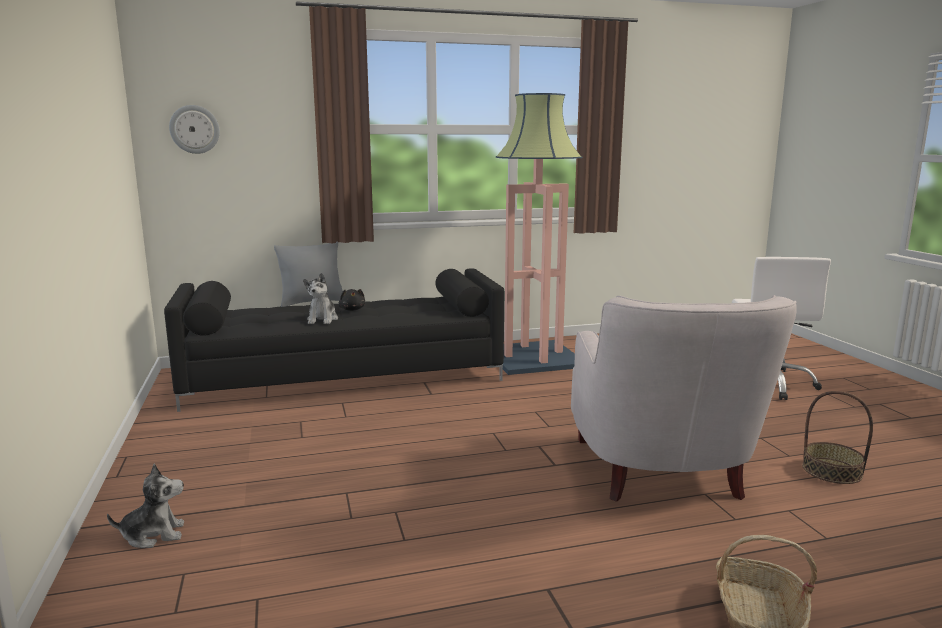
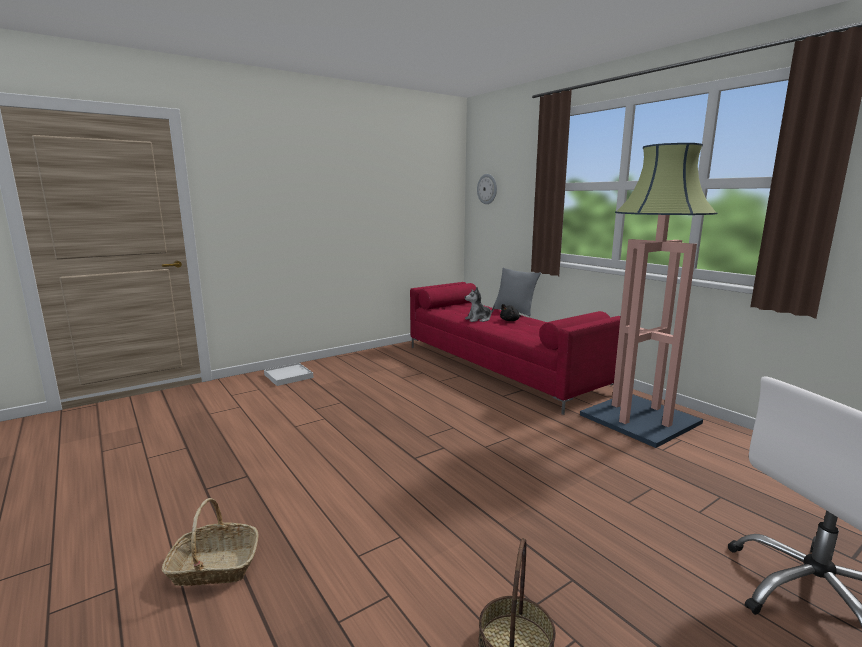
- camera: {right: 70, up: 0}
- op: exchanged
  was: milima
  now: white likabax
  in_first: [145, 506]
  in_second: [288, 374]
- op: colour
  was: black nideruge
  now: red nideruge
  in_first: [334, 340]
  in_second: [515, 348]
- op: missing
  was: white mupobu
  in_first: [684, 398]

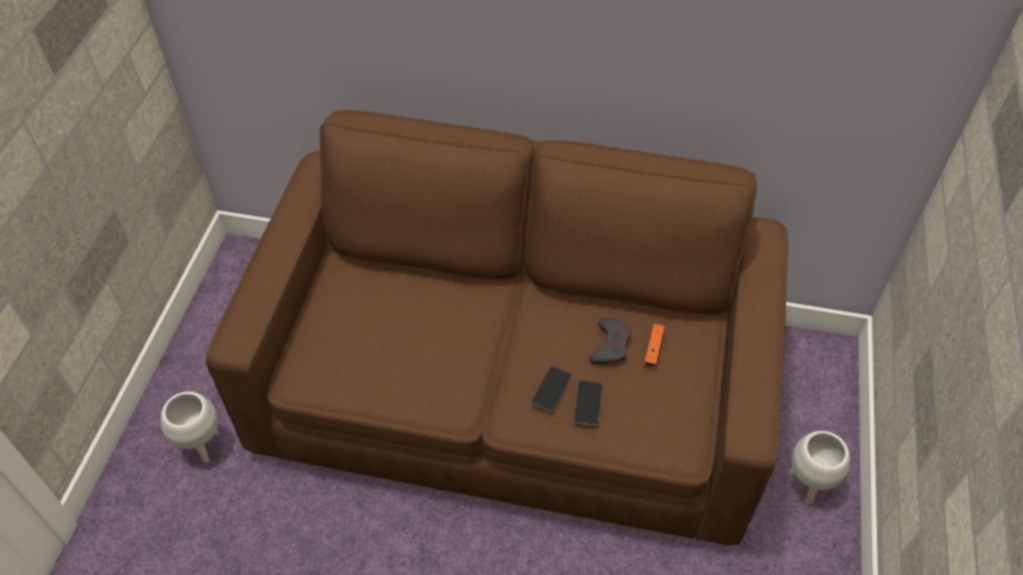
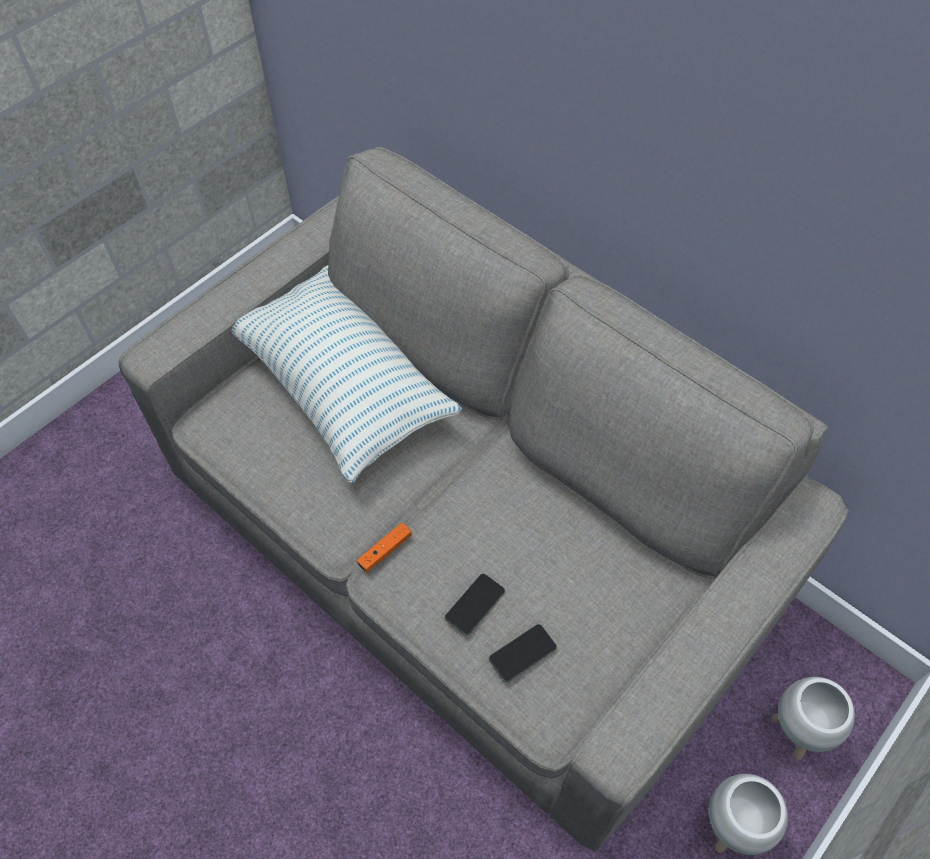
- camera: {right: 30, up: 5}
- op: relocated
  was: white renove
  in_first: [190, 427]
  in_second: [813, 718]
- op: colour
  was: brown nideruge
  now: grey nideruge
  in_first: [497, 327]
  in_second: [483, 499]
- op: relocated
  was: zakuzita
  in_first: [551, 389]
  in_second: [523, 653]
- op: missing
  was: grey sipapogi
  in_first: [610, 341]
- op: relocated
  was: orange sipapogi
  in_first: [654, 345]
  in_second: [384, 547]
- op: appeared
  now: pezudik
  in_second: [347, 374]

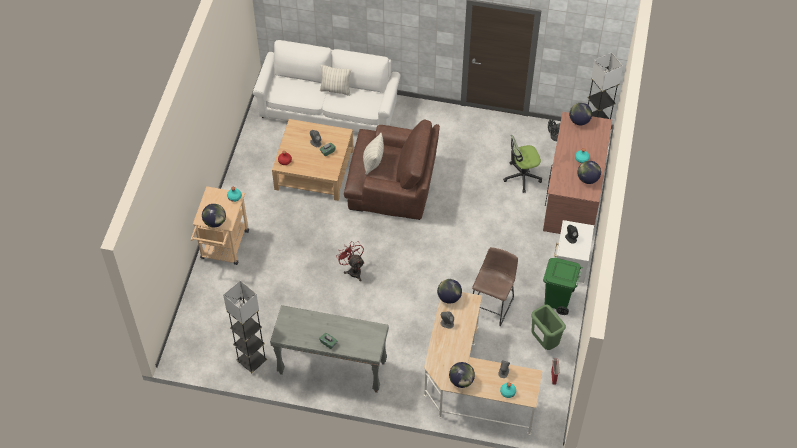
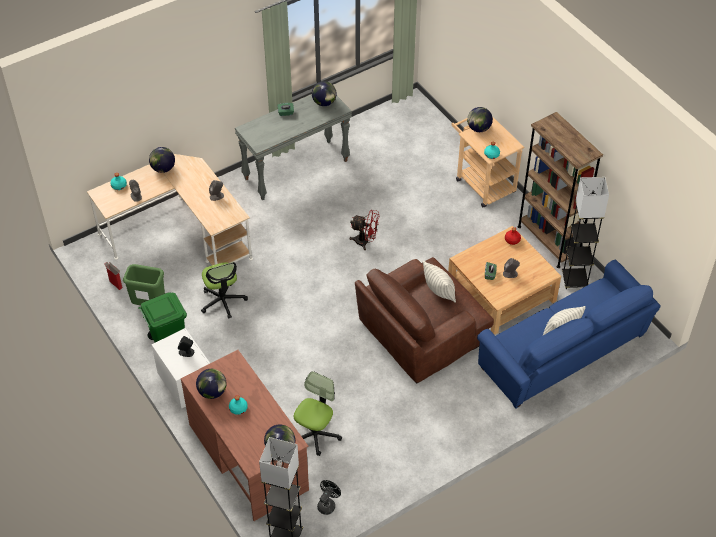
- camera: {right: 135, up: -5}
- op: relocated
  was: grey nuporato
  in_first: [245, 327]
  in_second: [585, 233]
- op: colour
  was: white nideruge
  now: blue nideruge
  in_first: [326, 86]
  in_second: [569, 334]
- op: relocated
  was: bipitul
  in_first: [449, 291]
  in_second: [324, 93]
- op: exchanged
  was: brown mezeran
  now: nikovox
  in_first: [495, 287]
  in_second: [224, 290]
- op: appeared
  now: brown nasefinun
  in_second: [560, 190]

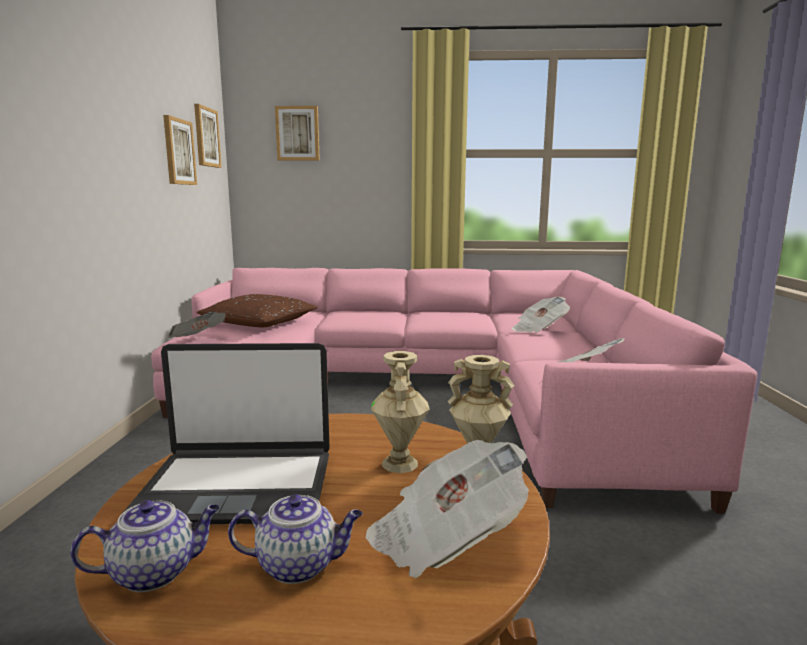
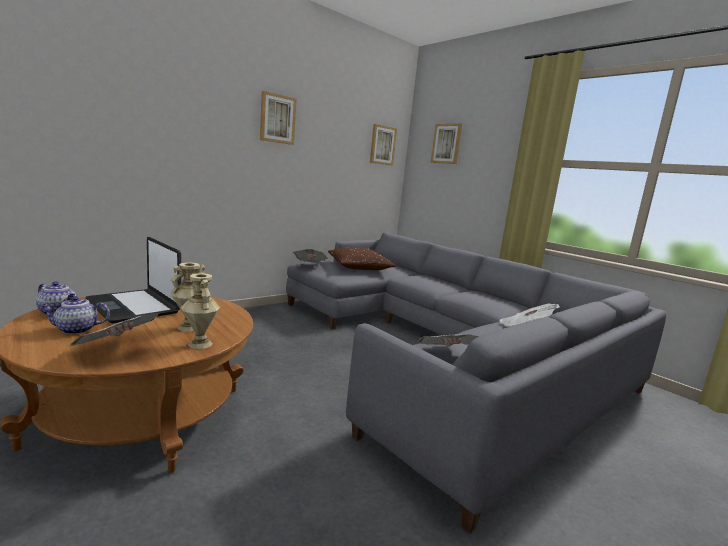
- camera: {right: 45, up: 0}
- op: colour
  was: pink nideruge
  now: grey nideruge
  in_first: [454, 391]
  in_second: [476, 383]
- op: relocated
  was: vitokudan
  in_first: [180, 150]
  in_second: [278, 118]
- op: spun
  was: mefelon
  in_first: [295, 539]
  in_second: [75, 315]
  clockwise: 120

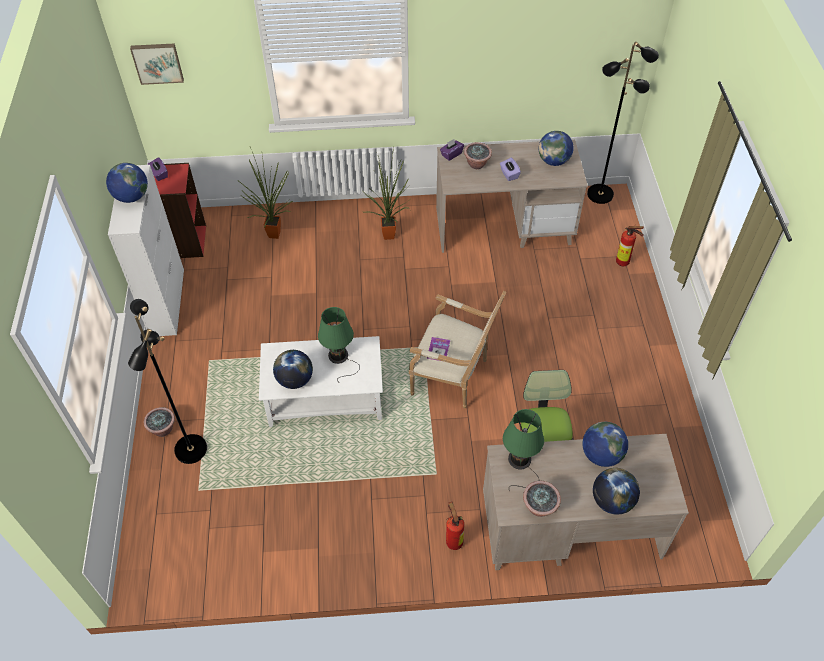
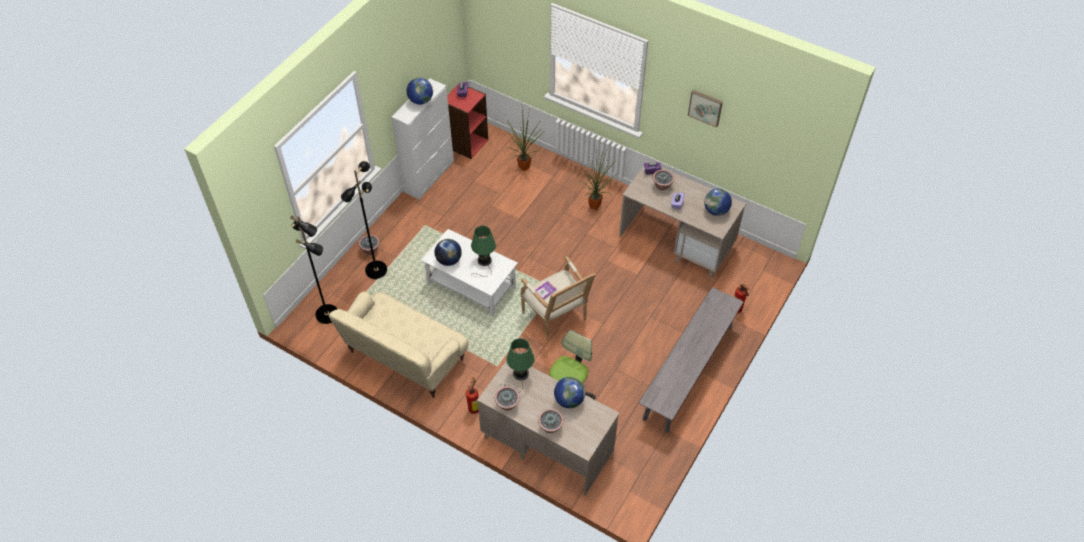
- camera: {right: 35, up: 0}
- op: relocated
  was: vitokudan
  in_first: [157, 64]
  in_second: [705, 109]
- op: relocated
  was: black nuporato
  in_first: [623, 123]
  in_second: [313, 270]
- op: exchanged
  was: bipitul
  now: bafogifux
  in_first: [616, 491]
  in_second: [551, 421]
- op: appeared
  now: beige nideruge
  in_second: [399, 344]
- op: appeared
  now: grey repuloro
  in_second: [691, 360]

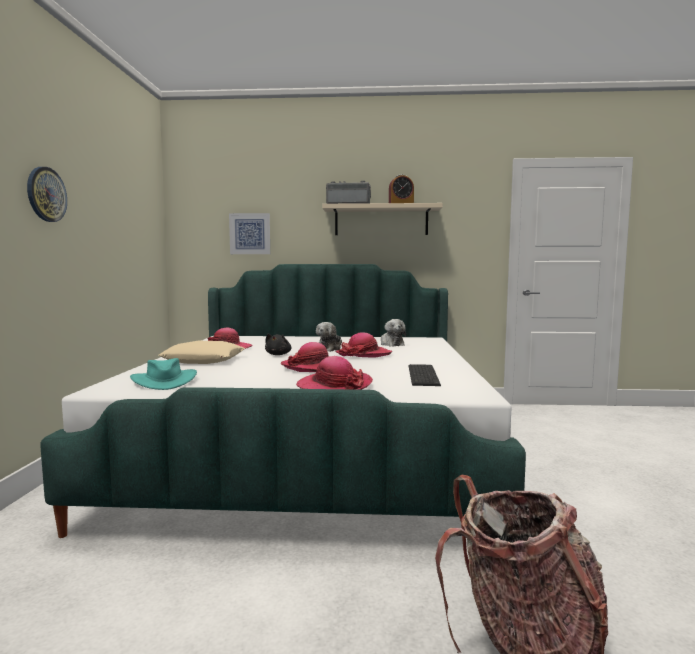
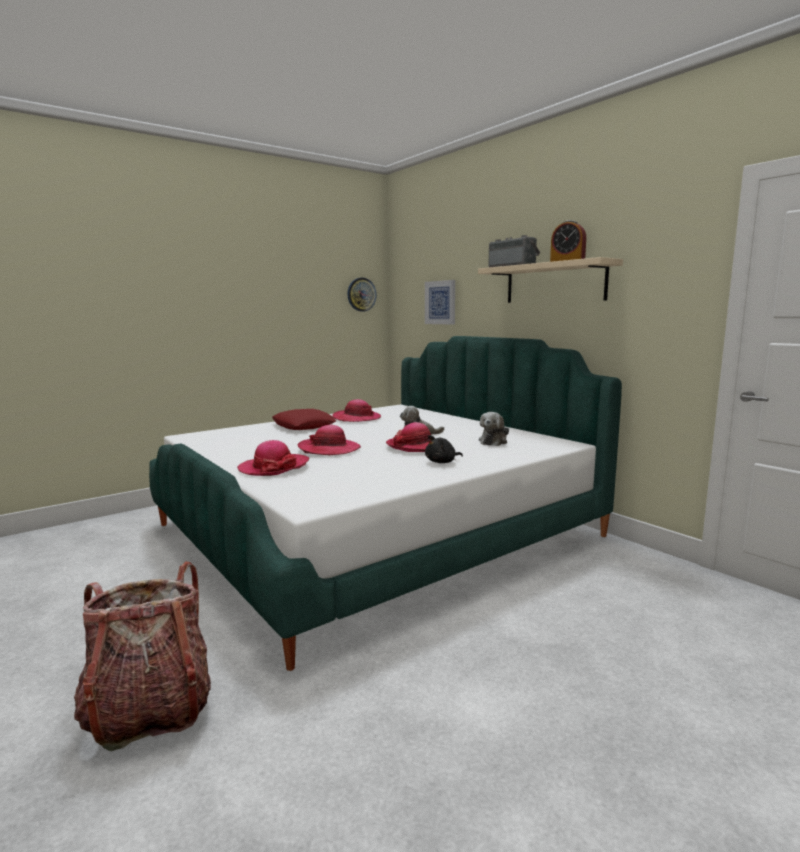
- camera: {right: 50, up: 5}
- op: relocated
  was: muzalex
  in_first: [47, 194]
  in_second: [362, 294]
- op: missing
  was: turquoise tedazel
  in_first: [163, 374]
- op: colour
  was: beige pezudik
  now: red pezudik
  in_first: [202, 352]
  in_second: [304, 419]
- op: relocated
  was: black milima
  in_first: [278, 344]
  in_second: [444, 449]
- op: missing
  was: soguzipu
  in_first: [424, 375]

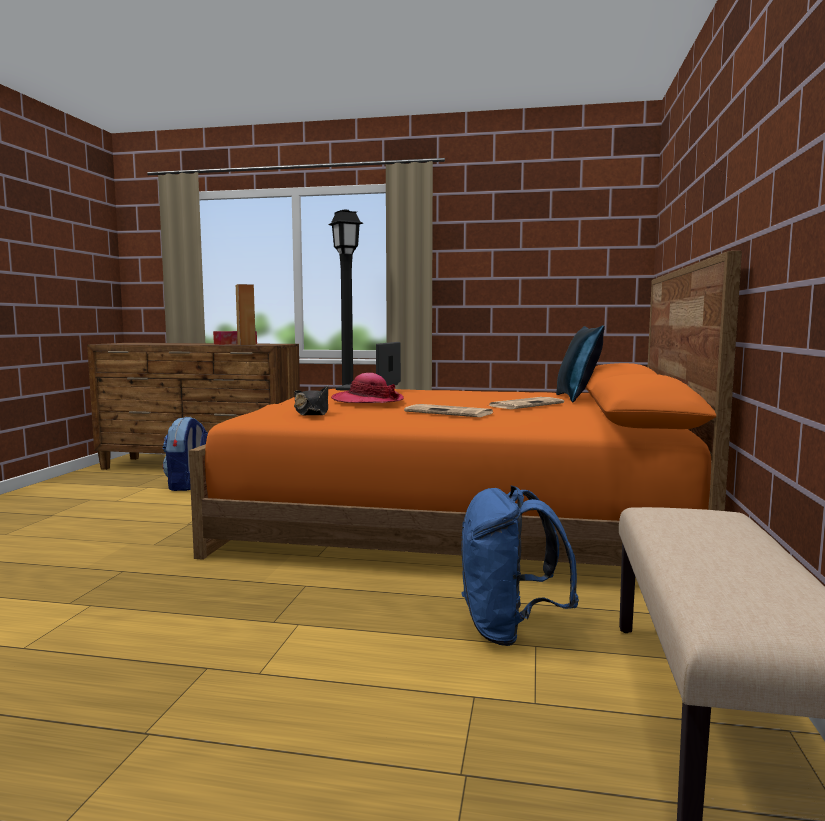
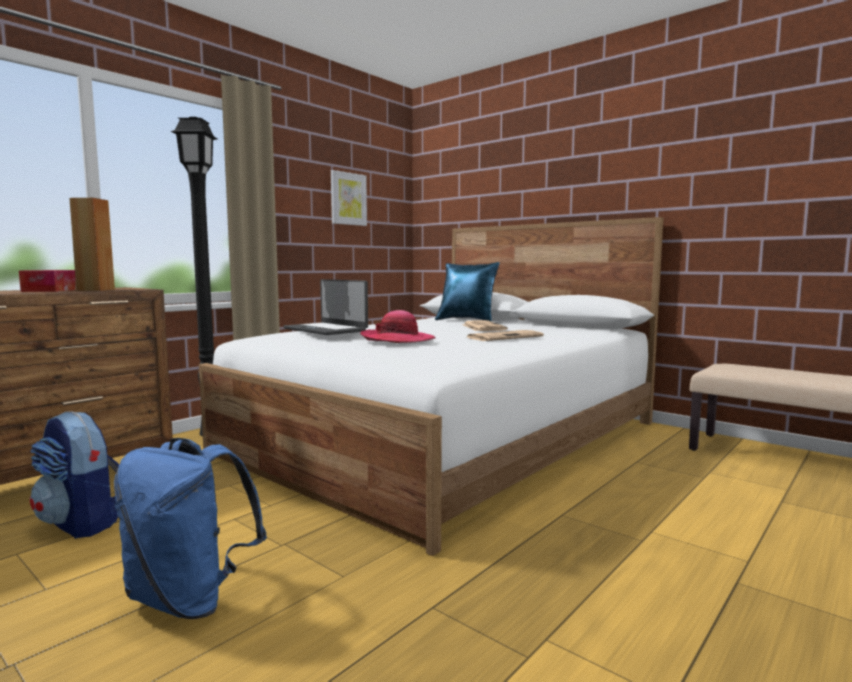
- camera: {right: -60, up: 0}
- op: colour
  was: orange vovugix
  now: white vovugix
  in_first: [465, 408]
  in_second: [431, 386]
- op: missing
  was: black tedazel
  in_first: [311, 400]
- op: relocated
  was: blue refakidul
  in_first: [520, 566]
  in_second: [190, 528]
- op: appeared
  now: vitokudan
  in_second: [349, 198]

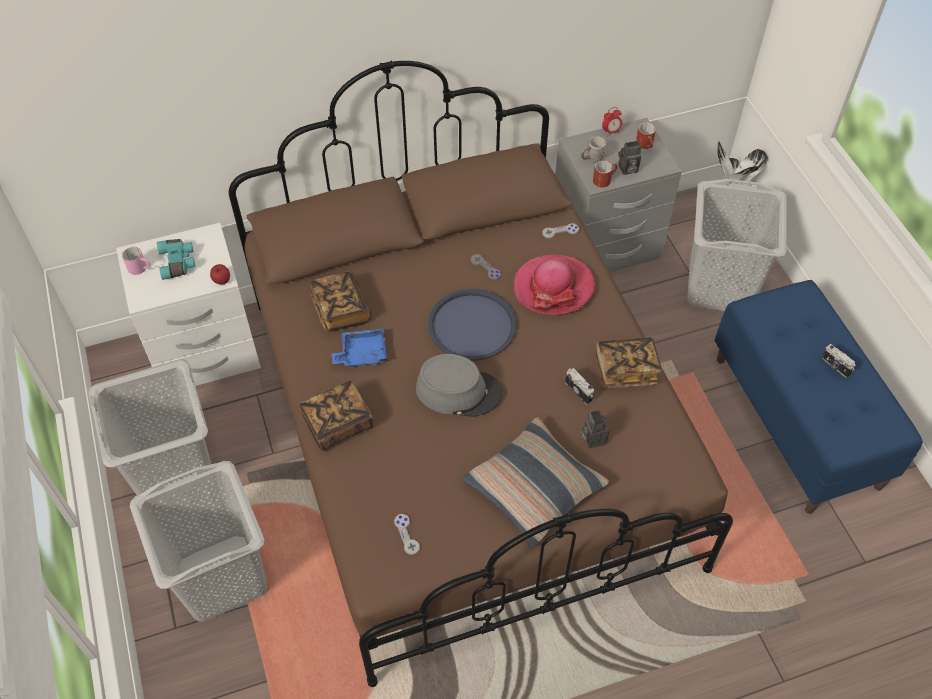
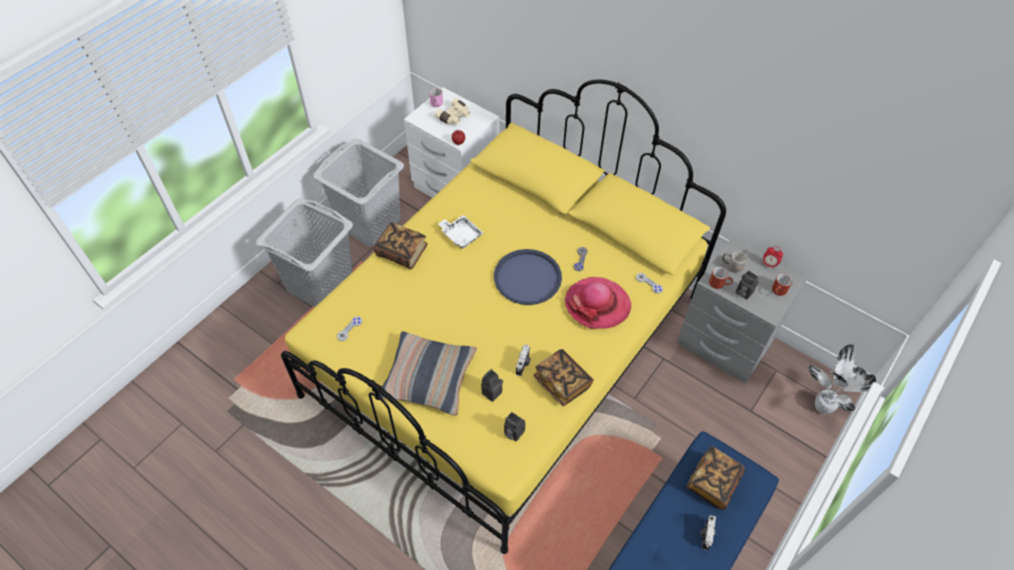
- camera: {right: 55, up: 0}
- op: colour
  was: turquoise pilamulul
  now: beige pilamulul
  in_first: [176, 259]
  in_second: [452, 111]
- op: colour
  was: brown vovugix
  now: yellow vovugix
  in_first: [481, 373]
  in_second: [503, 316]
- op: relocated
  was: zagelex
  in_first: [341, 302]
  in_second: [716, 477]
- op: colour
  was: blue likabax
  now: white likabax
  in_first: [360, 347]
  in_second: [460, 232]
- op: missing
  was: grey tedazel
  in_first: [459, 385]
- op: missing
  was: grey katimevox
  in_first: [737, 245]
- op: appeared
  now: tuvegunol
  in_second: [514, 426]

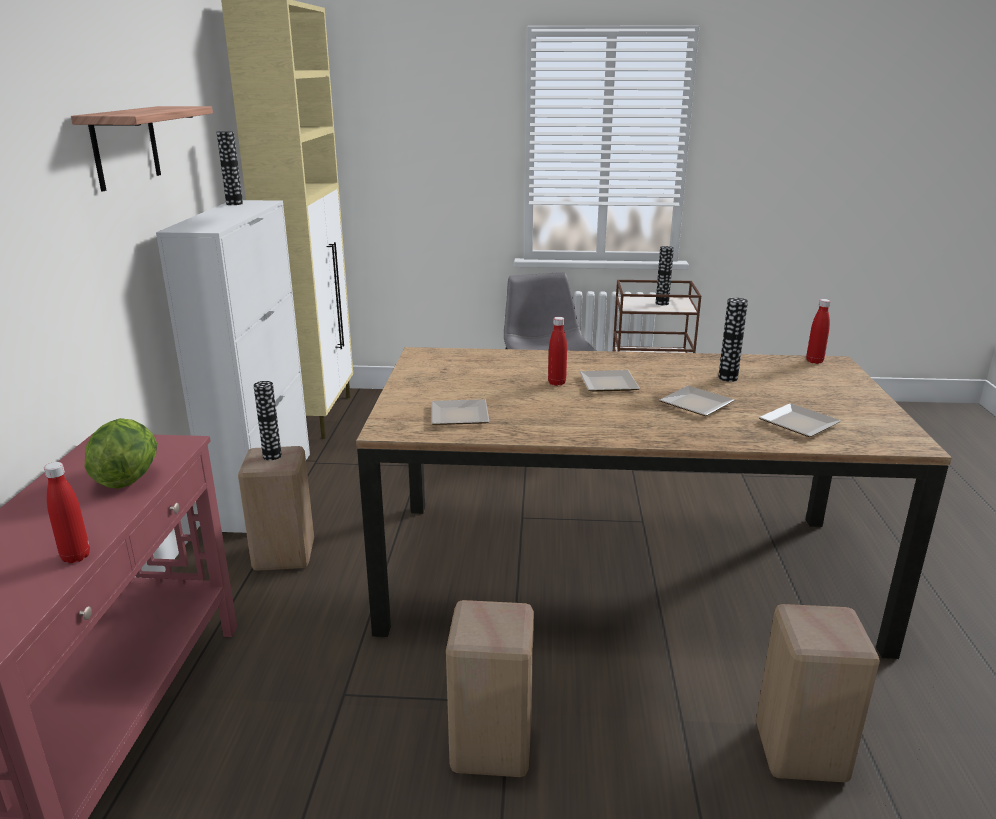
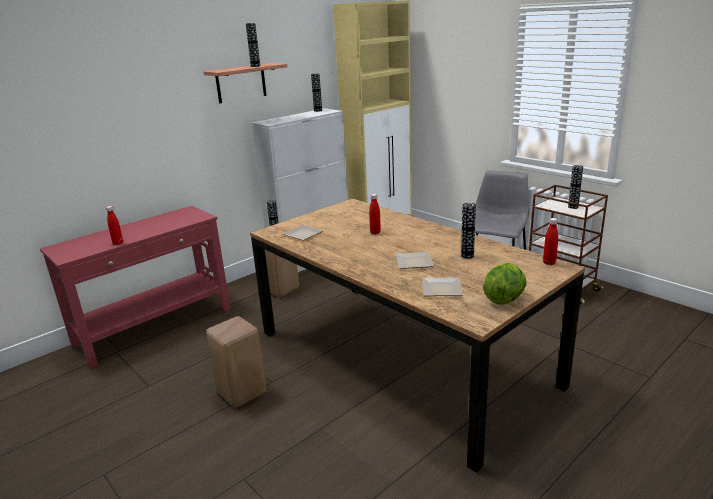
- camera: {right: 45, up: 0}
- op: relocated
  was: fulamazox
  in_first: [121, 453]
  in_second: [505, 284]
- op: missing
  was: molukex
  in_first: [610, 381]
- op: missing
  was: beige mezeran
  in_first: [818, 693]
- op: appeared
  now: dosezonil
  in_second: [253, 45]

